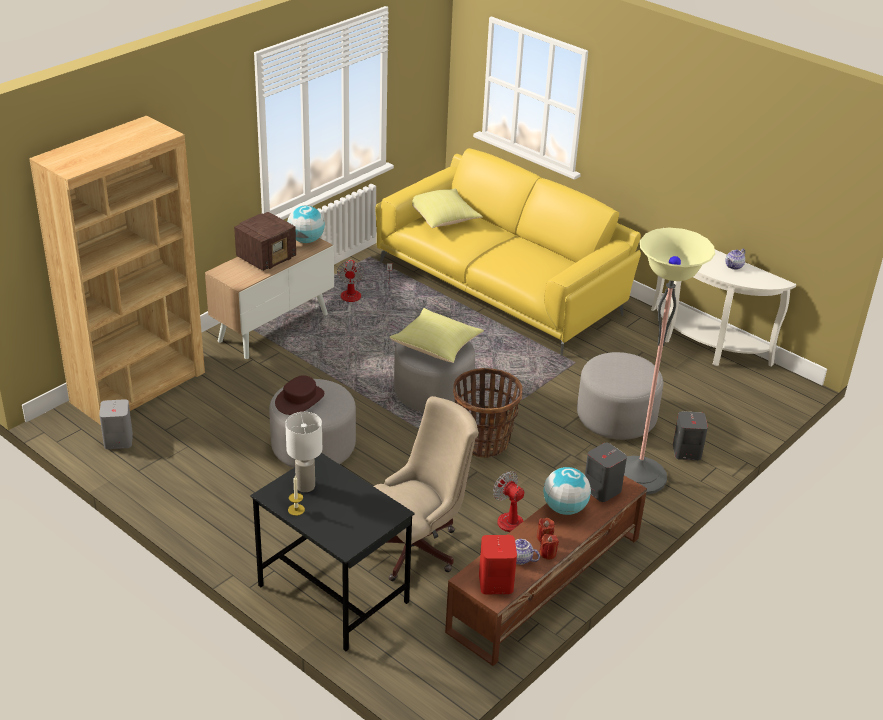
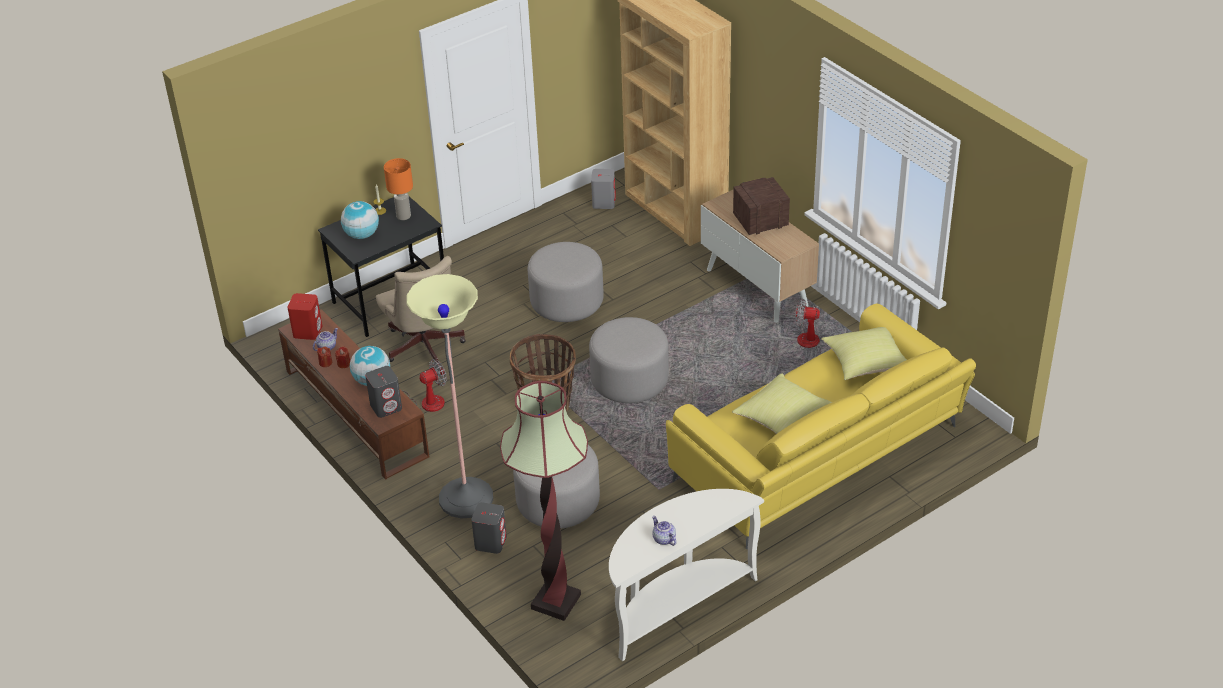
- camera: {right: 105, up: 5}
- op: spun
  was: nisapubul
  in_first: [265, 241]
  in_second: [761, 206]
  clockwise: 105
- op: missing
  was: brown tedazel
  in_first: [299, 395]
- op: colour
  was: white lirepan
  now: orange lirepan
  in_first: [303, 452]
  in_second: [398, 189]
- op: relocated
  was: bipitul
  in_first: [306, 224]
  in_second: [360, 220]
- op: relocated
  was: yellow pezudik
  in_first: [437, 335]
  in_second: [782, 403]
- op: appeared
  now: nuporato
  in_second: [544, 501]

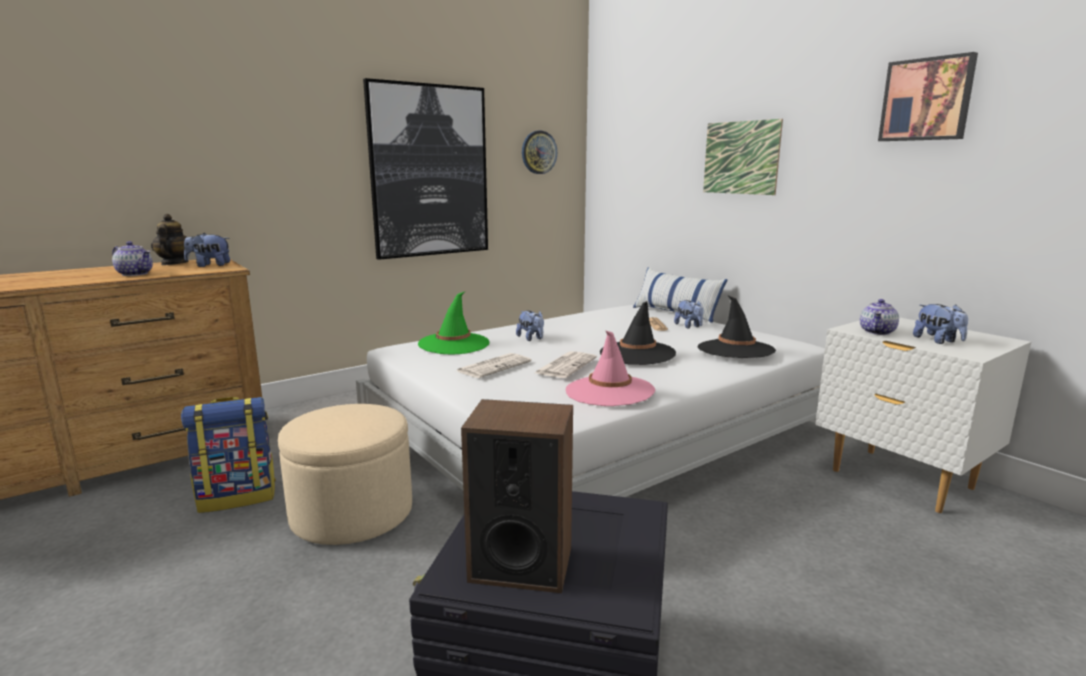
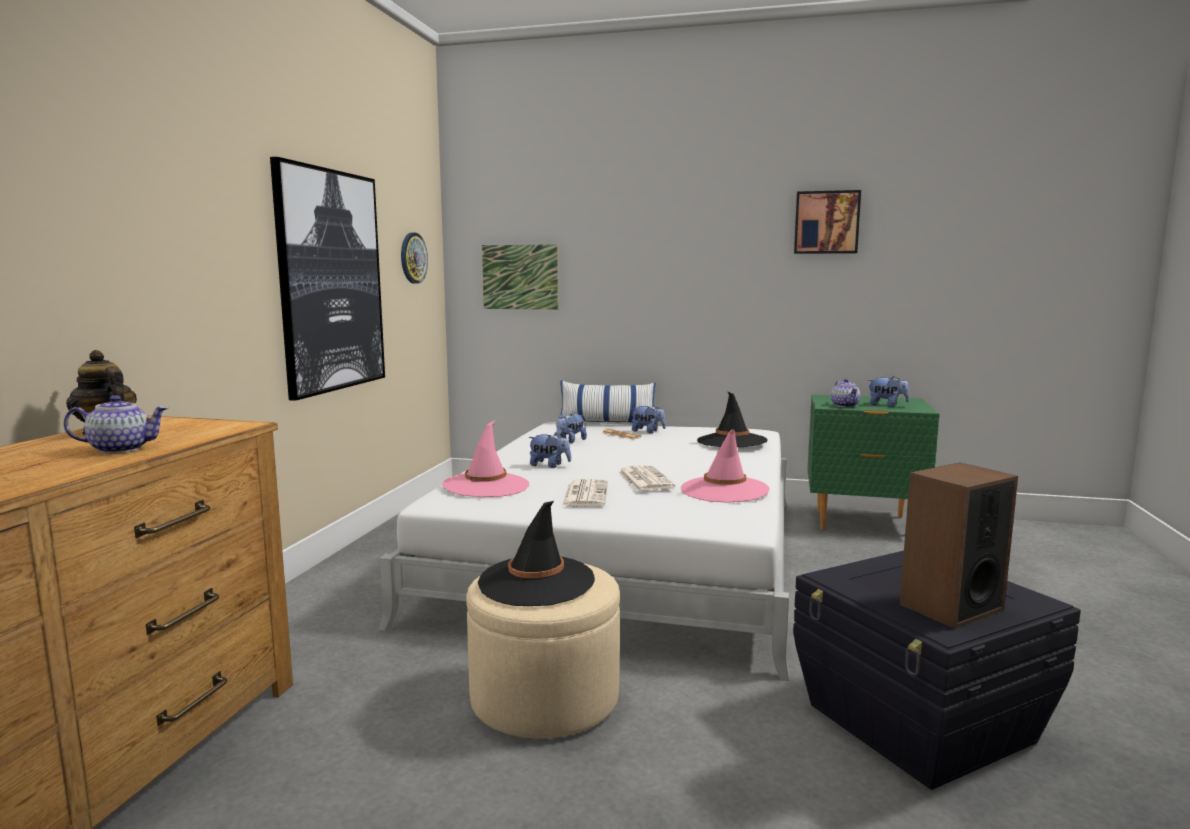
- camera: {right: -40, up: -5}
- op: missing
  was: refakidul
  in_first: [228, 455]
- op: relocated
  was: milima
  in_first: [207, 250]
  in_second: [571, 428]
- op: colour
  was: green tedazel
  now: pink tedazel
  in_first: [454, 323]
  in_second: [485, 458]
- op: relocated
  was: black tedazel
  in_first: [638, 333]
  in_second: [536, 553]
- op: relocated
  was: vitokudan
  in_first: [743, 157]
  in_second: [520, 277]
- op: colour
  was: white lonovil
  now: green lonovil
  in_first: [923, 415]
  in_second: [873, 462]

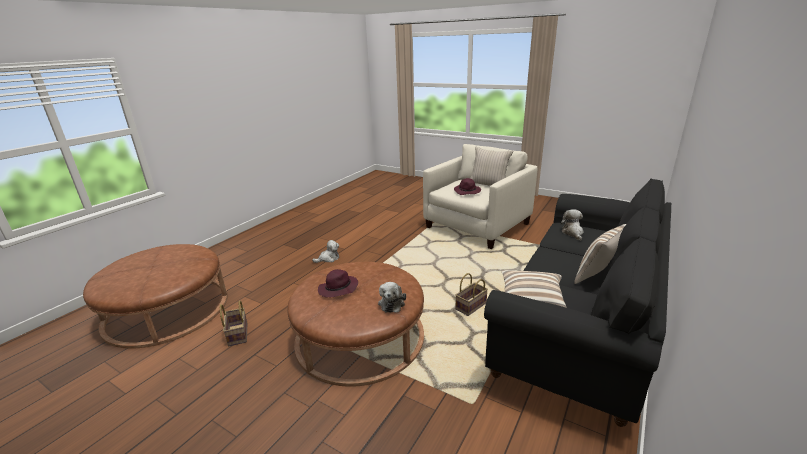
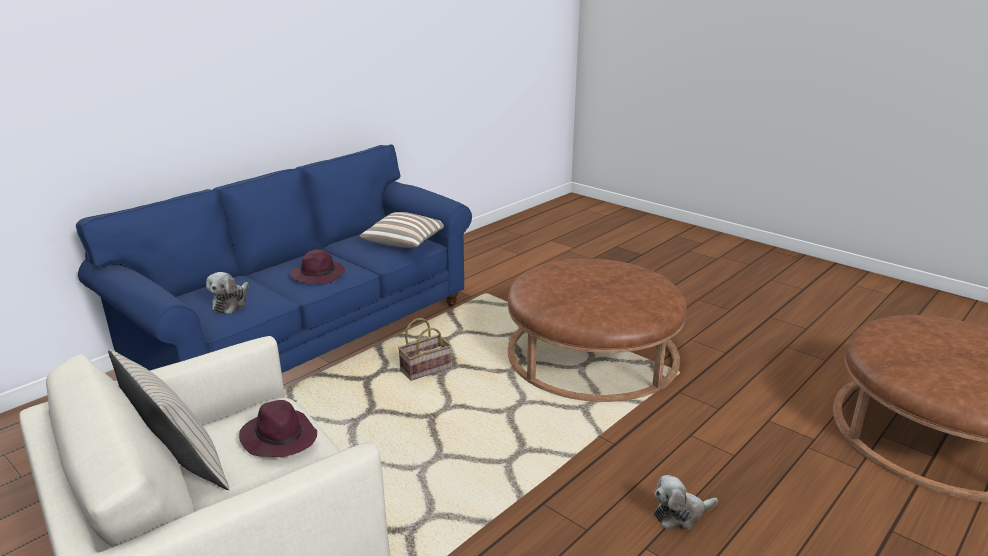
- camera: {right: -170, up: 0}
- op: missing
  was: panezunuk
  in_first: [233, 324]
- op: relocated
  was: purple tedazel
  in_first: [338, 283]
  in_second: [318, 266]
- op: missing
  was: milima
  in_first: [392, 297]
- op: colour
  was: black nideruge
  now: blue nideruge
  in_first: [577, 303]
  in_second: [274, 259]
- op: missing
  was: pezudik
  in_first: [600, 254]

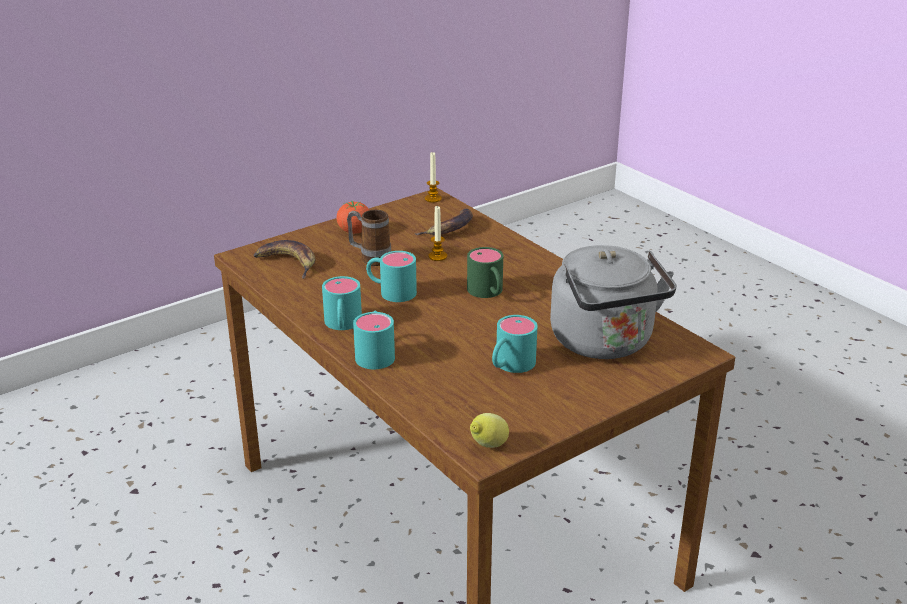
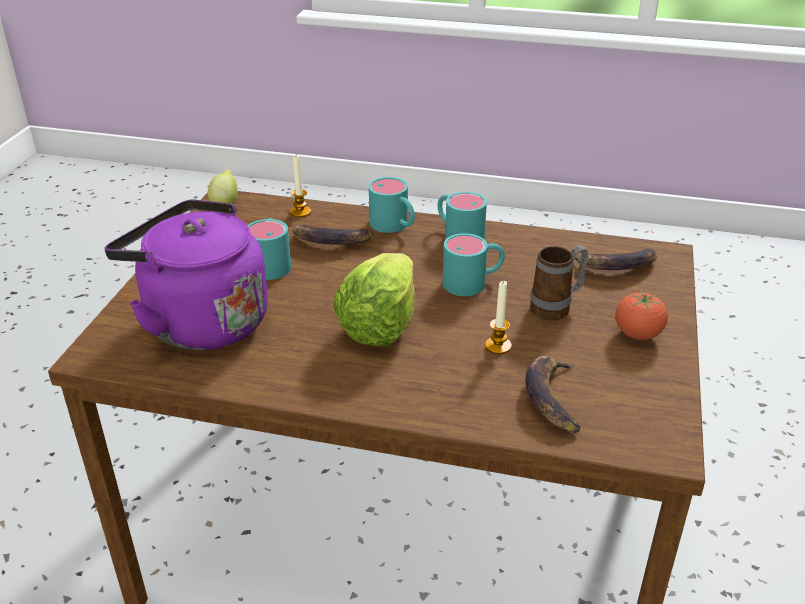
- camera: {right: 140, up: 5}
- op: relocated
  was: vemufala
  in_first: [433, 177]
  in_second: [300, 186]
- op: exchanged
  was: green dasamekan
  now: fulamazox
  in_first: [485, 272]
  in_second: [373, 299]
- op: colour
  was: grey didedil
  now: purple didedil
  in_first: [613, 302]
  in_second: [186, 274]
- op: appeared
  now: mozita
  in_second: [333, 235]

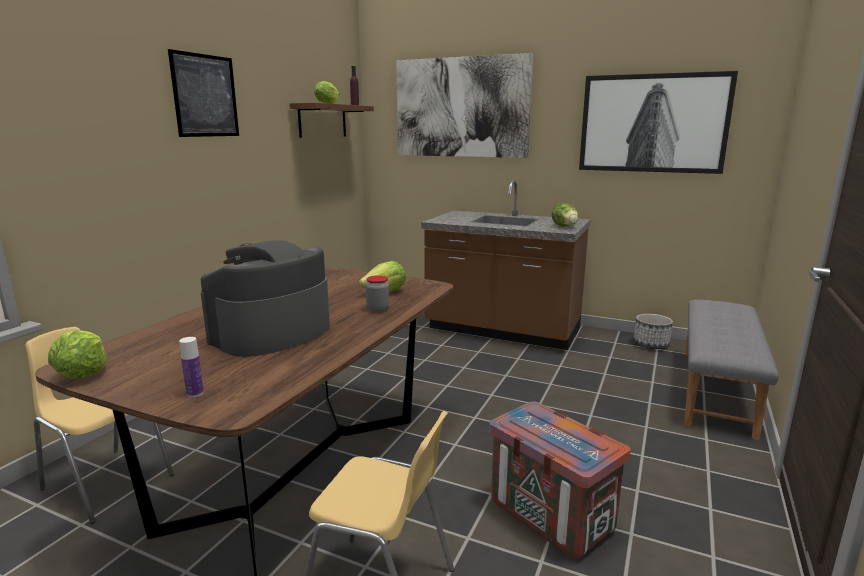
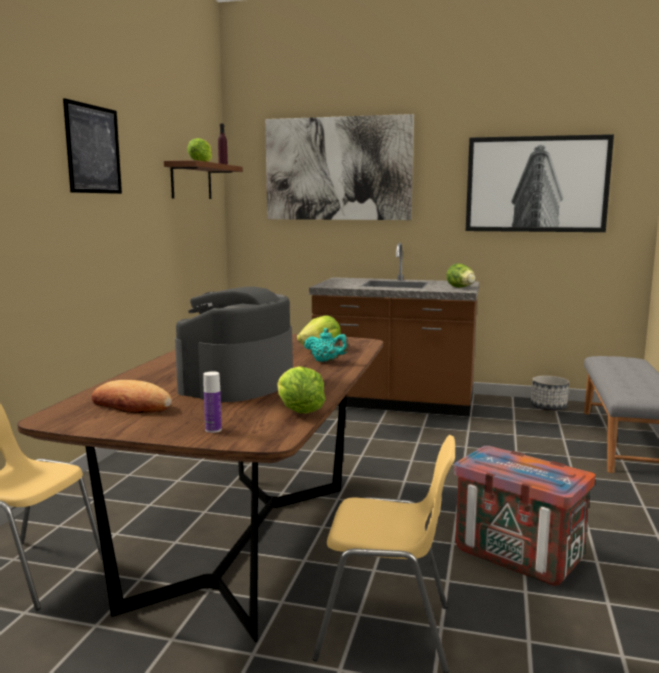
- camera: {right: -10, up: -5}
- op: relocated
  was: fulamazox
  in_first: [77, 354]
  in_second: [301, 389]
- op: exchanged
  was: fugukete
  now: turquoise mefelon
  in_first: [377, 293]
  in_second: [326, 345]
- op: appeared
  now: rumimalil
  in_second: [132, 396]

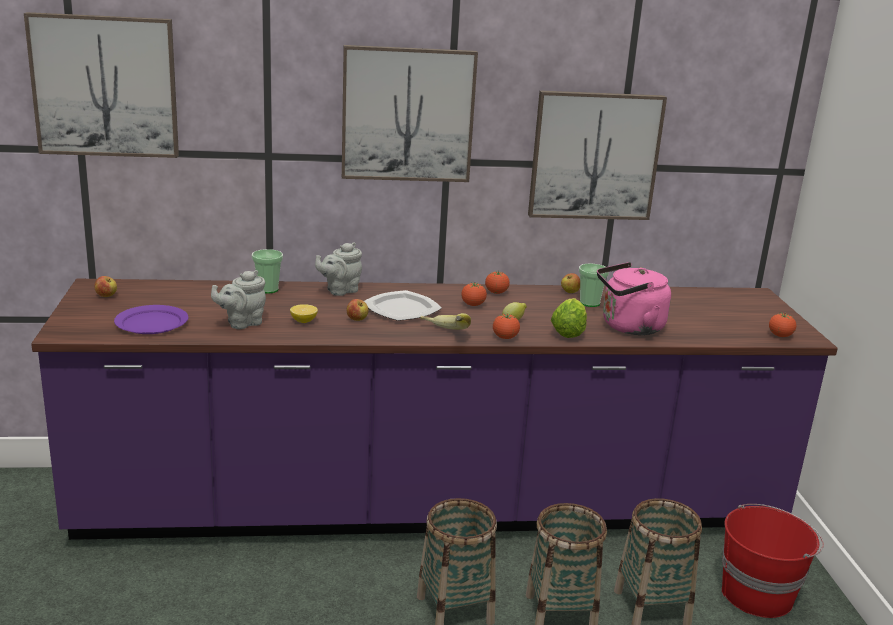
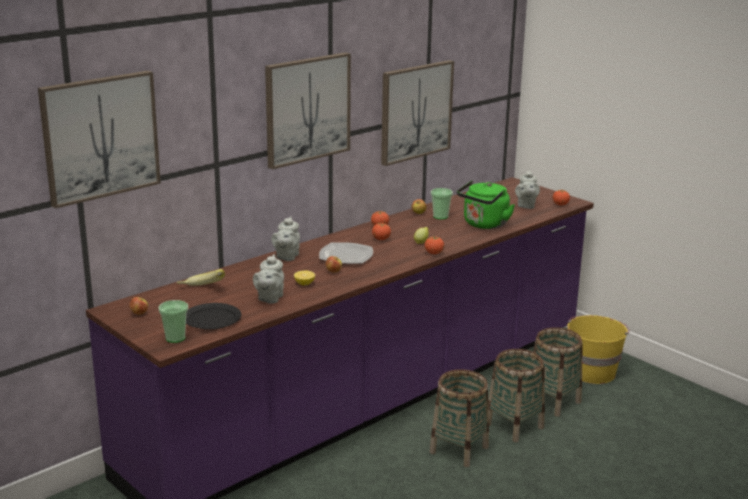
- camera: {right: -35, up: 0}
- op: colour
  was: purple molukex
  now: black molukex
  in_first: [151, 319]
  in_second: [213, 316]
- op: relocated
  was: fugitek
  in_first: [267, 271]
  in_second: [173, 321]
- op: relocated
  was: mozita
  in_first: [445, 321]
  in_second: [201, 277]
- op: missing
  was: fulamazox
  in_first: [569, 318]
- op: colour
  was: pink didedil
  now: green didedil
  in_first: [634, 298]
  in_second: [486, 204]
- op: colour
  was: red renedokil
  now: yellow renedokil
  in_first: [773, 561]
  in_second: [598, 349]
- op: appeared
  now: grey mefelon
  in_second: [527, 189]

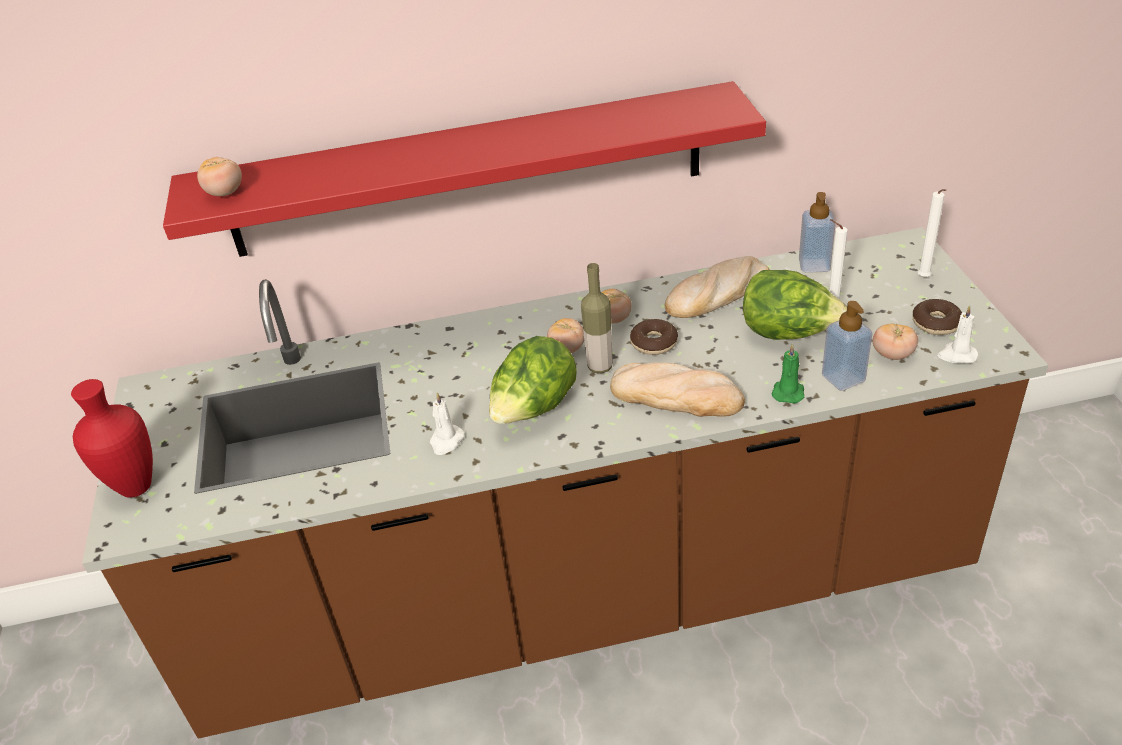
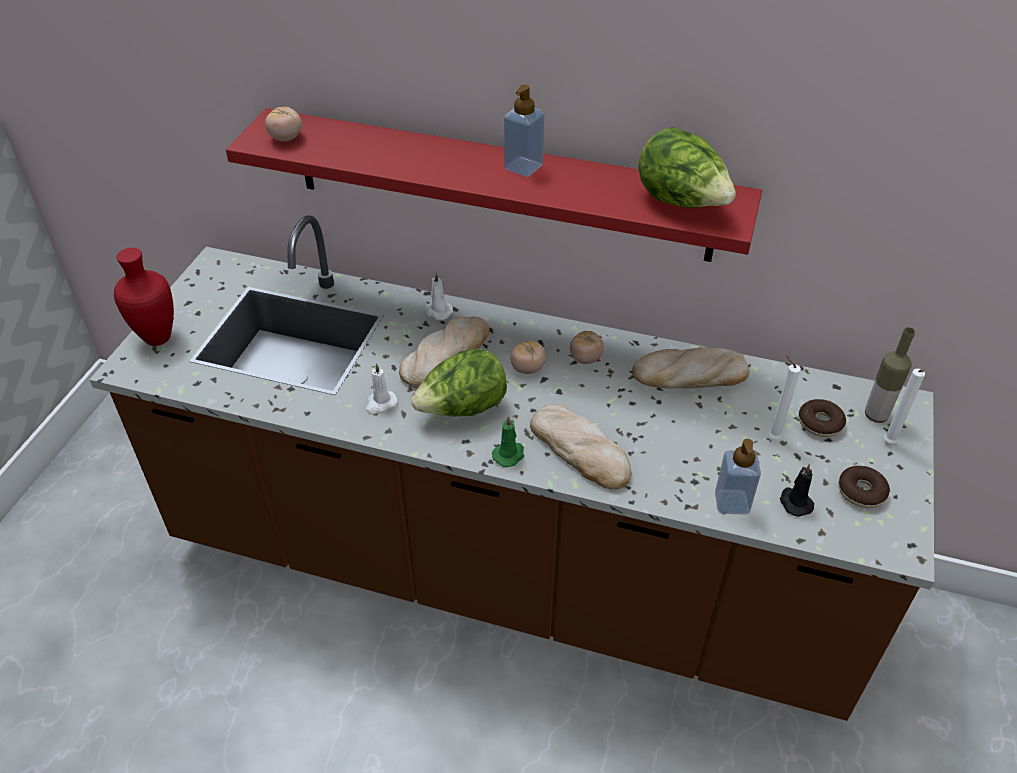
- camera: {right: 25, up: 5}
- op: relocated
  was: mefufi
  in_first: [597, 318]
  in_second: [890, 375]
- op: relocated
  was: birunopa
  in_first: [654, 337]
  in_second: [822, 418]
- op: relocated
  was: fulamazox
  in_first: [795, 305]
  in_second: [687, 167]
- op: relocated
  was: green vemufala
  in_first: [787, 373]
  in_second: [508, 441]
- op: relocated
  was: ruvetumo
  in_first: [817, 232]
  in_second: [524, 131]
- op: exchanged
  was: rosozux
  now: black vemufala
  in_first: [895, 342]
  in_second: [797, 490]
- op: relocated
  was: white vemufala
  in_first: [957, 334]
  in_second: [438, 296]
- op: appeared
  now: rumimalil
  in_second: [444, 352]

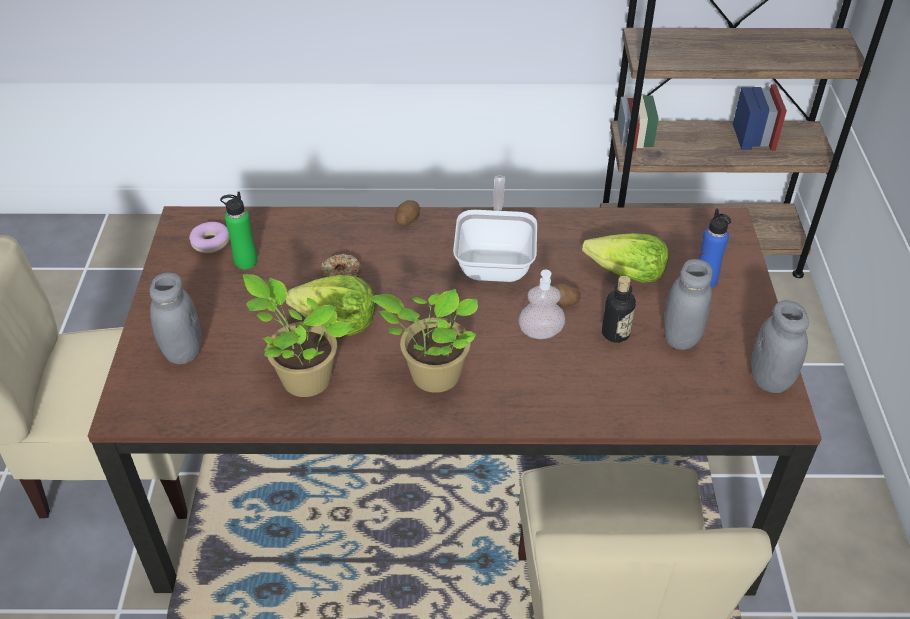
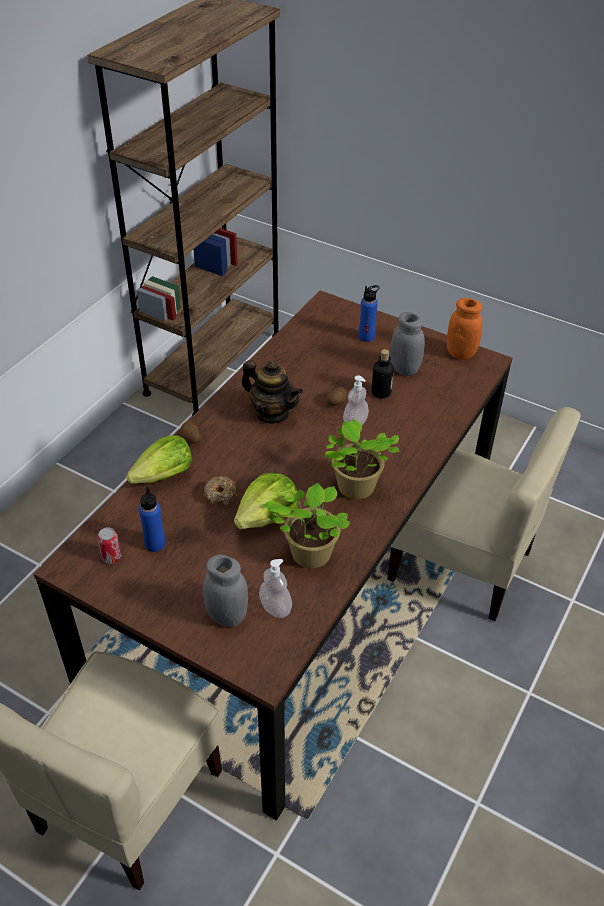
- camera: {right: -60, up: 0}
- op: exchanged
  was: birunopa
  now: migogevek
  in_first: [209, 237]
  in_second: [109, 545]
- op: colour
  was: green mefufi
  now: blue mefufi
  in_first: [238, 230]
  in_second: [152, 519]
- op: exchanged
  was: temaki
  now: mefelon
  in_first: [495, 229]
  in_second: [272, 392]
- op: relocated
  was: fulamazox
  in_first: [625, 258]
  in_second: [159, 459]
- op: colour
  was: grey fugukete
  now: orange fugukete
  in_first: [780, 346]
  in_second: [464, 329]
- op: appeared
  now: ruvetumo
  in_second: [275, 588]

